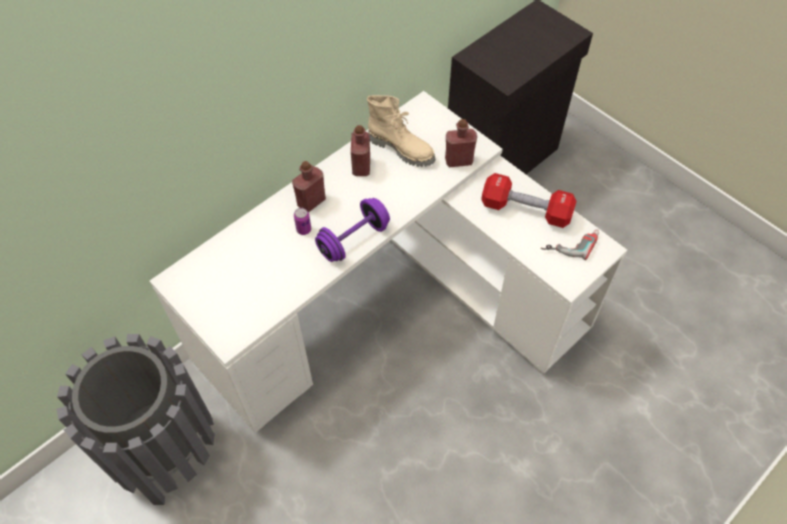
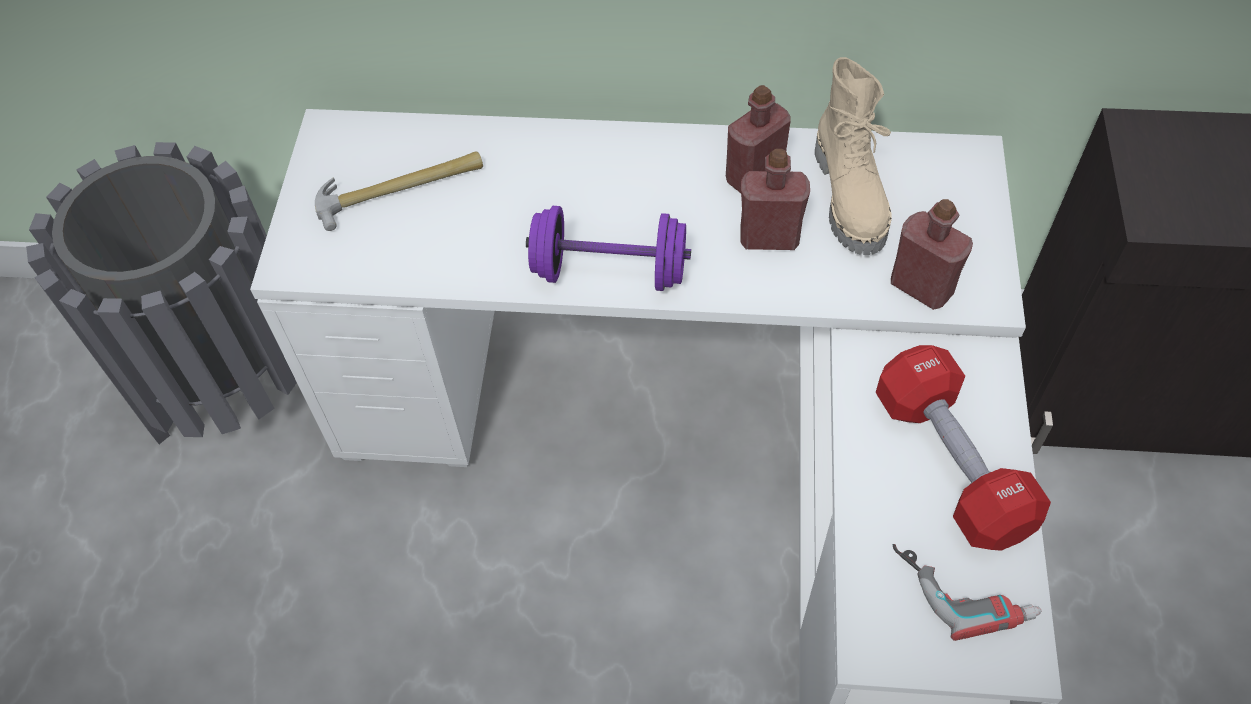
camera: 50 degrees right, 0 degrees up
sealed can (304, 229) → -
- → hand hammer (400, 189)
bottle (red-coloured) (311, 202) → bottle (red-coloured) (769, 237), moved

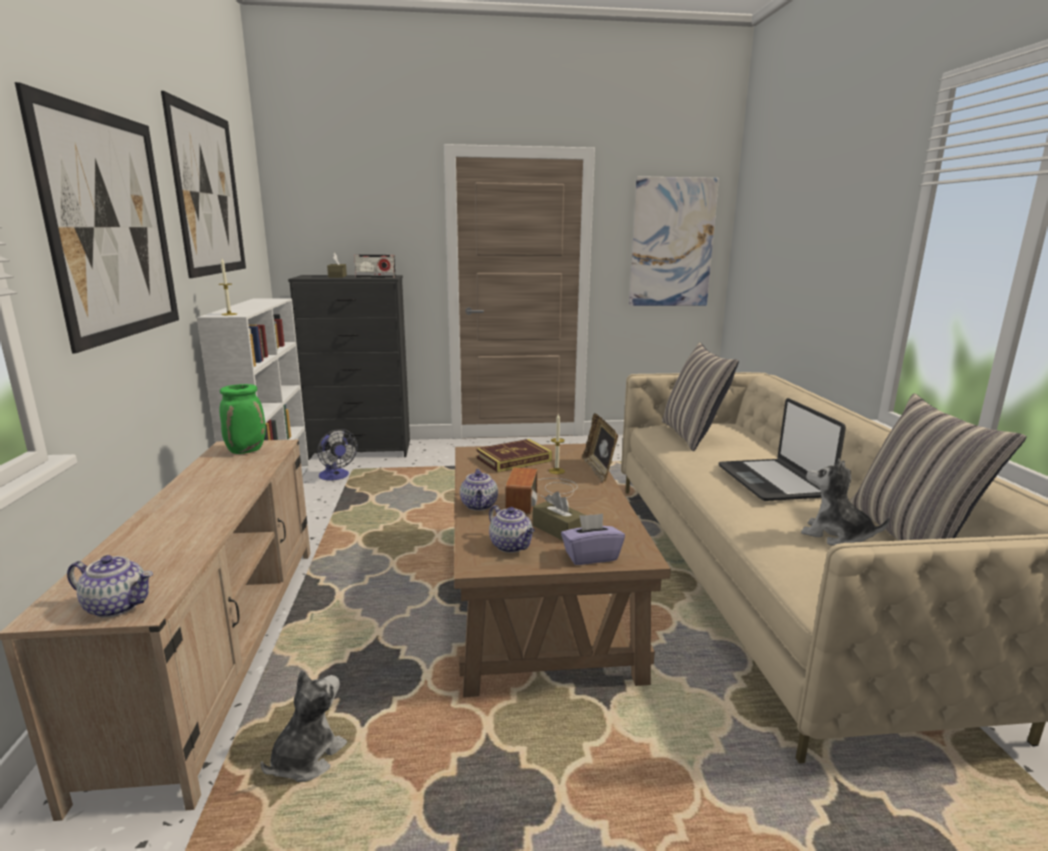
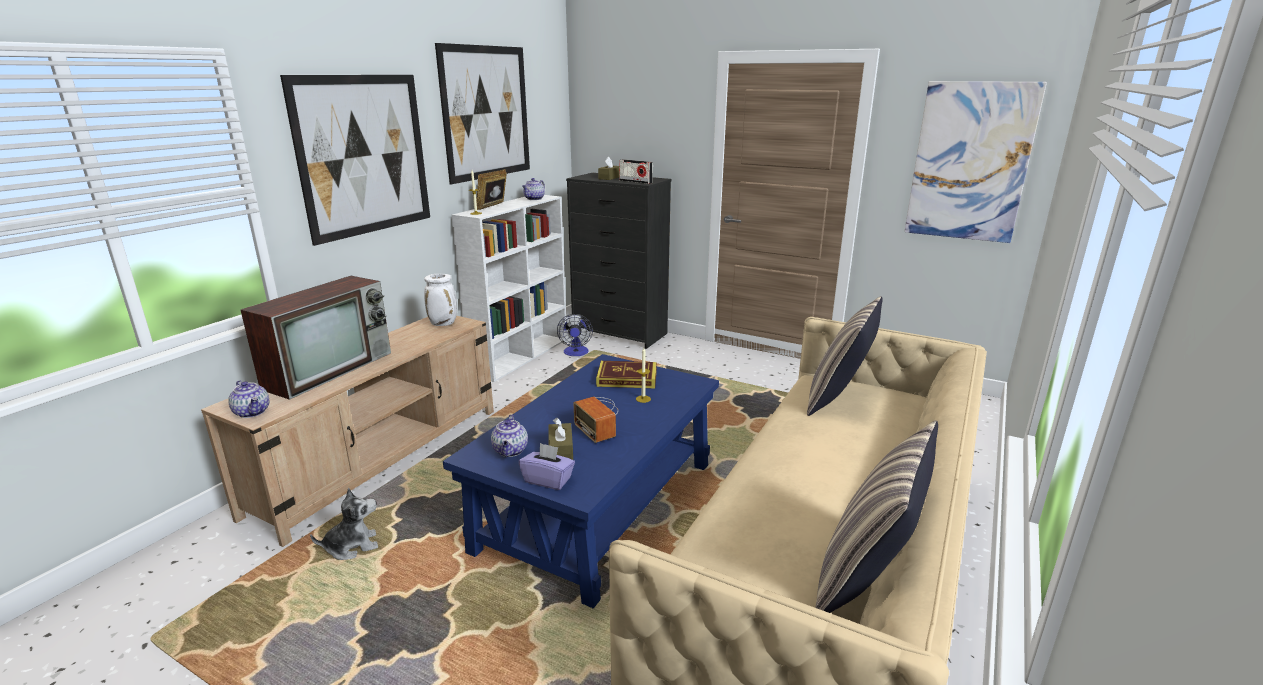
camera: 35 degrees right, 5 degrees up
notebook computer (773, 481) → -
cuddly toy (835, 536) → -
- → television (331, 369)
teapot (479, 506) → teapot (534, 199), moved
picture frame (599, 470) → picture frame (493, 207), moved
flower vase (green) (247, 450) → flower vase (whitish) (444, 324)
lounge table (brownish) (538, 599) → lounge table (blue) (599, 506)
radio receiver (543, 495) → radio receiver (597, 417), 75 degrees counterclockwise

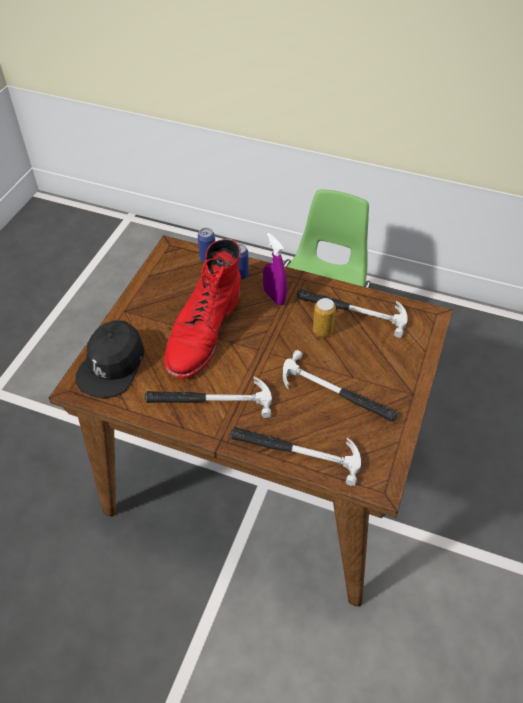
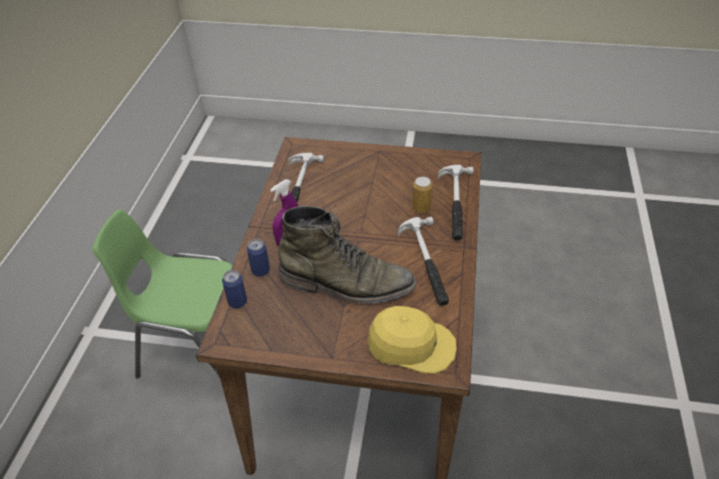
camera: 100 degrees left, 5 degrees down
hand hammer (337, 393) → -
sealed can (322, 330) → sealed can (421, 208), moved
cap (black) (112, 365) → cap (yellow-coloured) (411, 345)
high-top boot (red-coloured) (203, 331) → high-top boot (green) (346, 283)

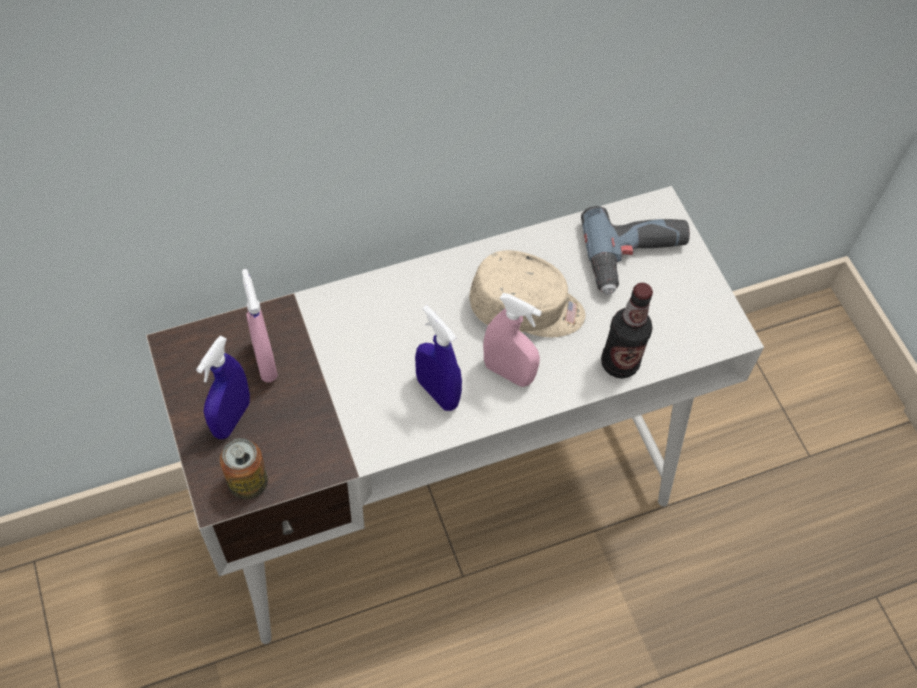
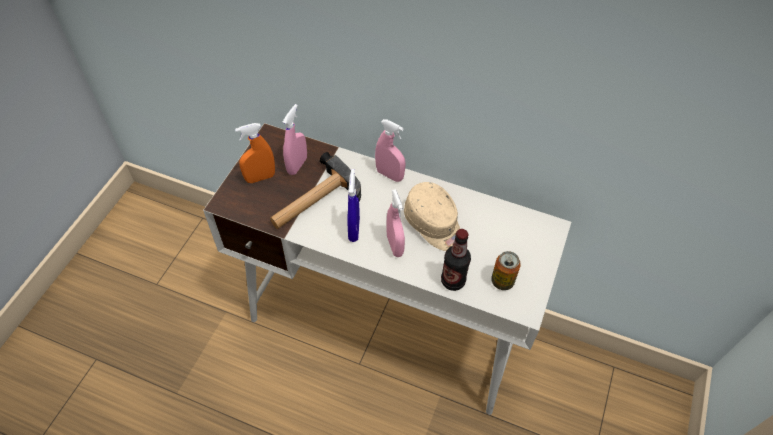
camera: 45 degrees right, 5 degrees down
drill (636, 258) → -
- → hand hammer (314, 202)
- → hand sprayer (pink-coloured) (389, 175)
sealed can (248, 483) → sealed can (502, 281), moved
hand sprayer (blue) (231, 418) → hand sprayer (orangey) (260, 177)

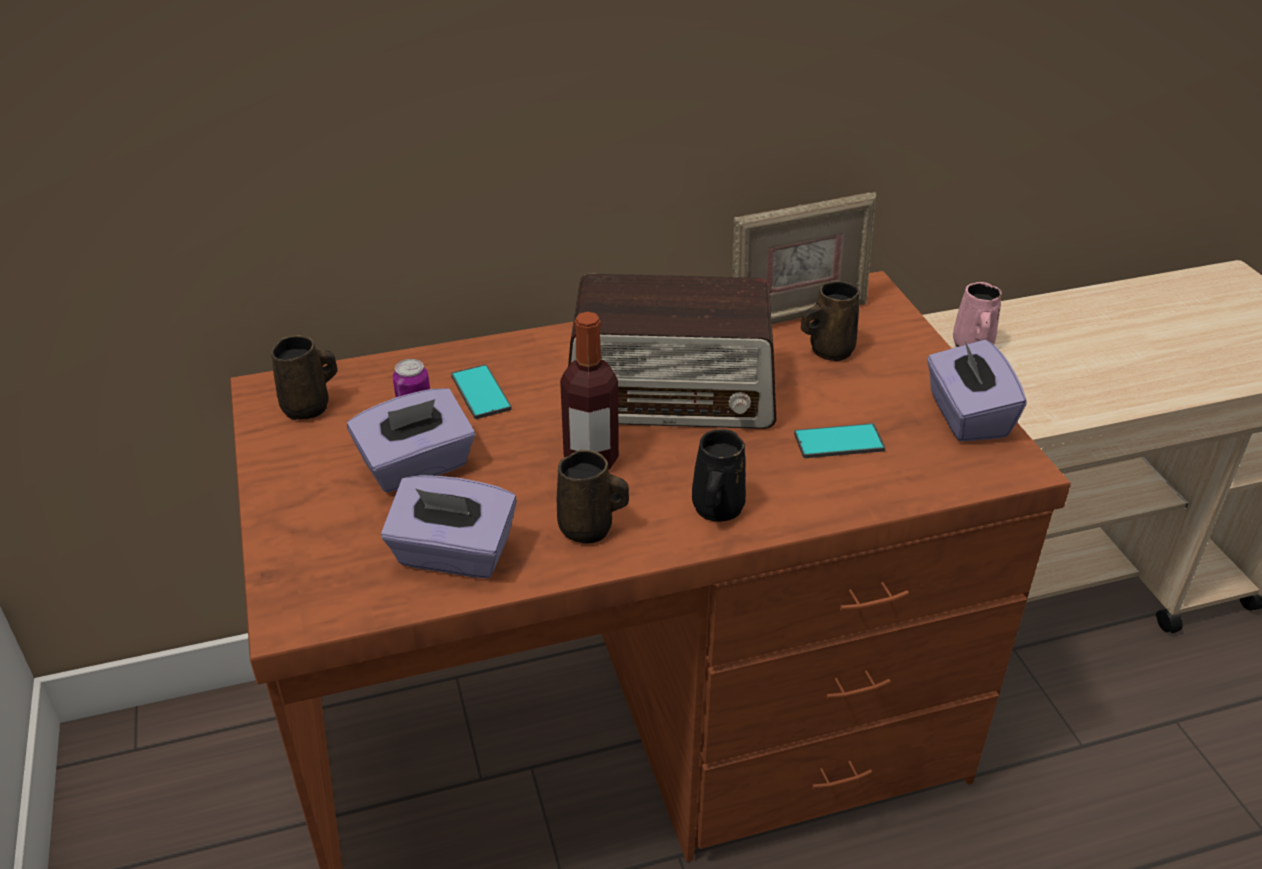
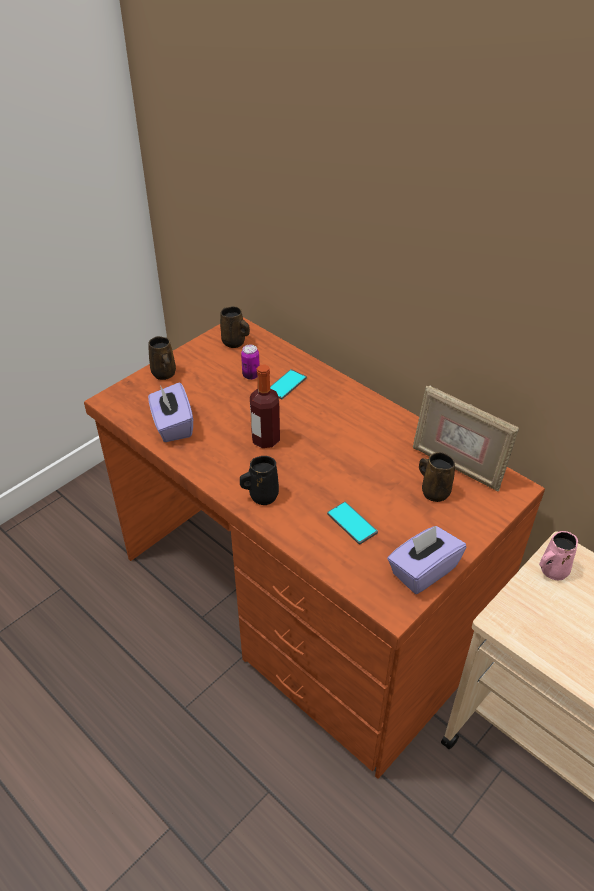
camera: 60 degrees right, 5 degrees up
tissue box (purple) (417, 466) → -
radio receiver (672, 393) → -
tea mug (brownish) (589, 529) → tea mug (brownish) (164, 374), moved

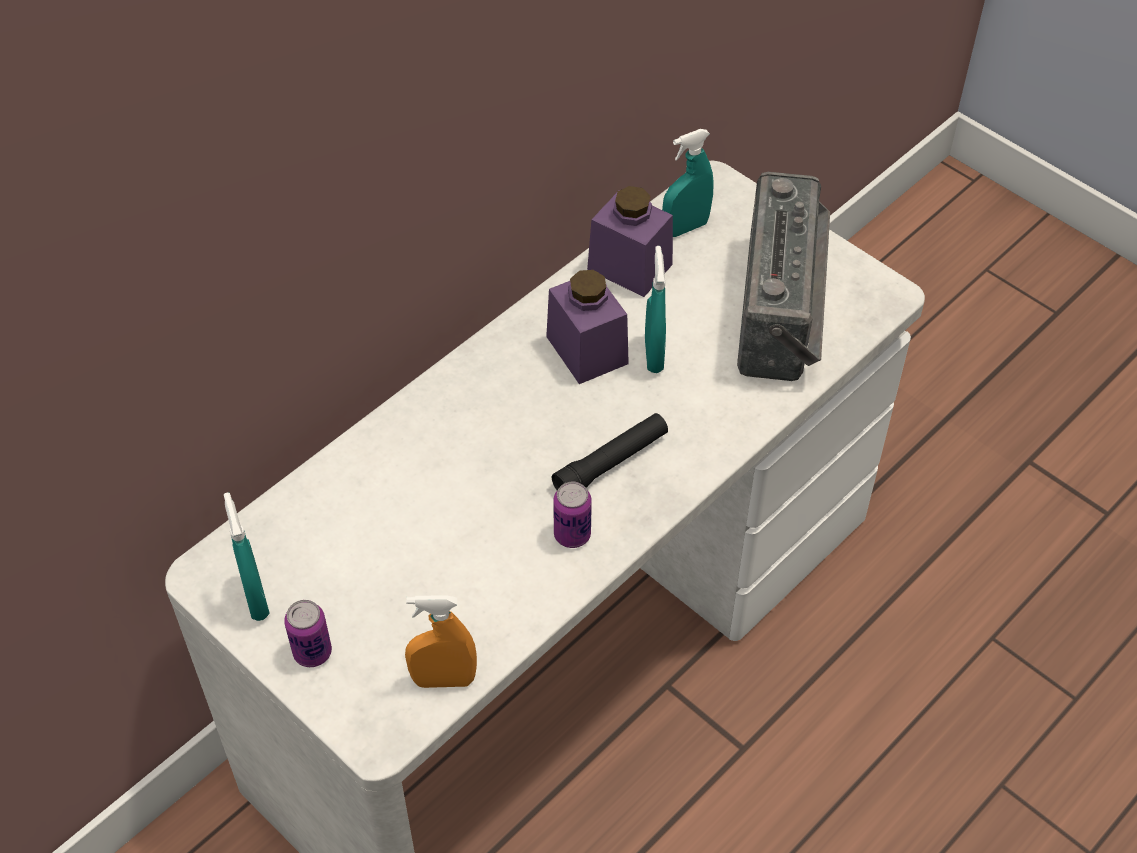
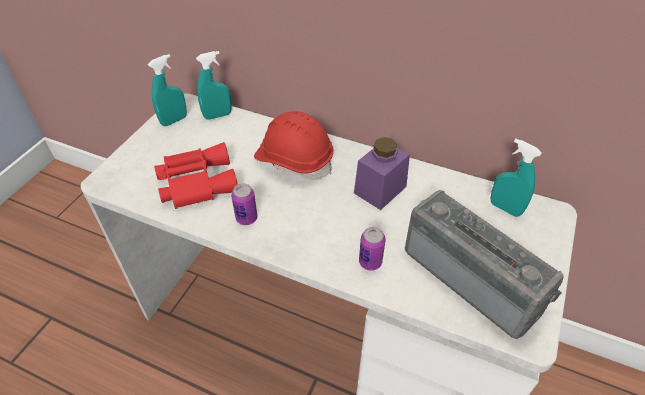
camera: 70 degrees right, 5 degrees down
hand sprayer (orangey) (443, 680) → -
torch (black) (611, 462) → -
storage jar (purple) (629, 266) → -
- → field glasses (red-coloured) (196, 181)
- → safety helmet (red-coloured) (294, 160)
sealed can (312, 652) → sealed can (370, 262), moved
hand sprayer (turquoise) (654, 355) → hand sprayer (turquoise) (217, 115), moved
radio receiver (786, 309) → radio receiver (474, 277), 120 degrees counterclockwise

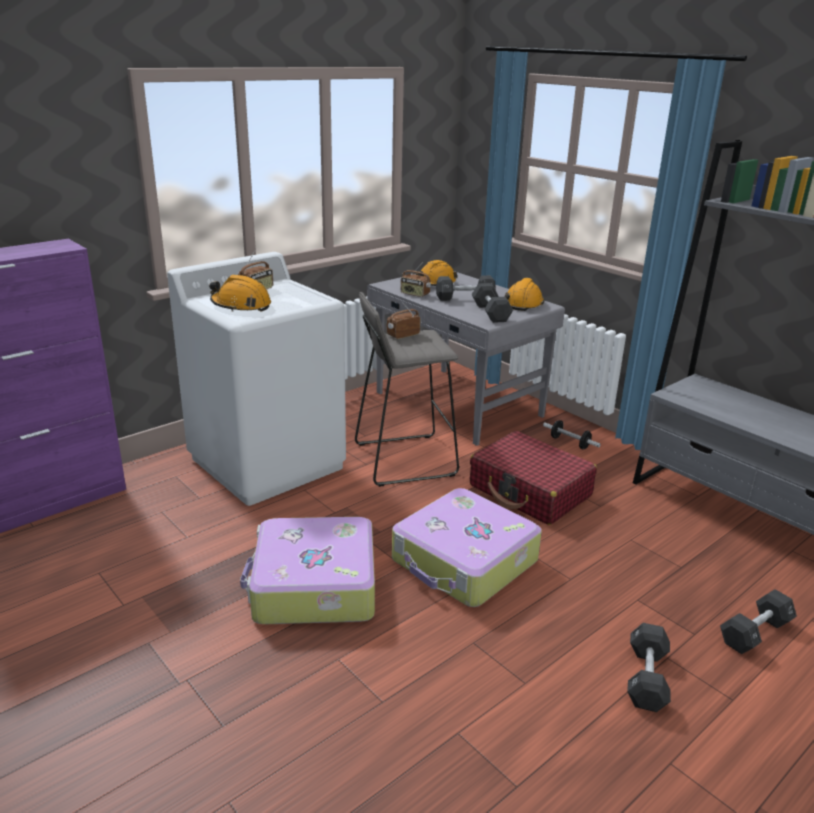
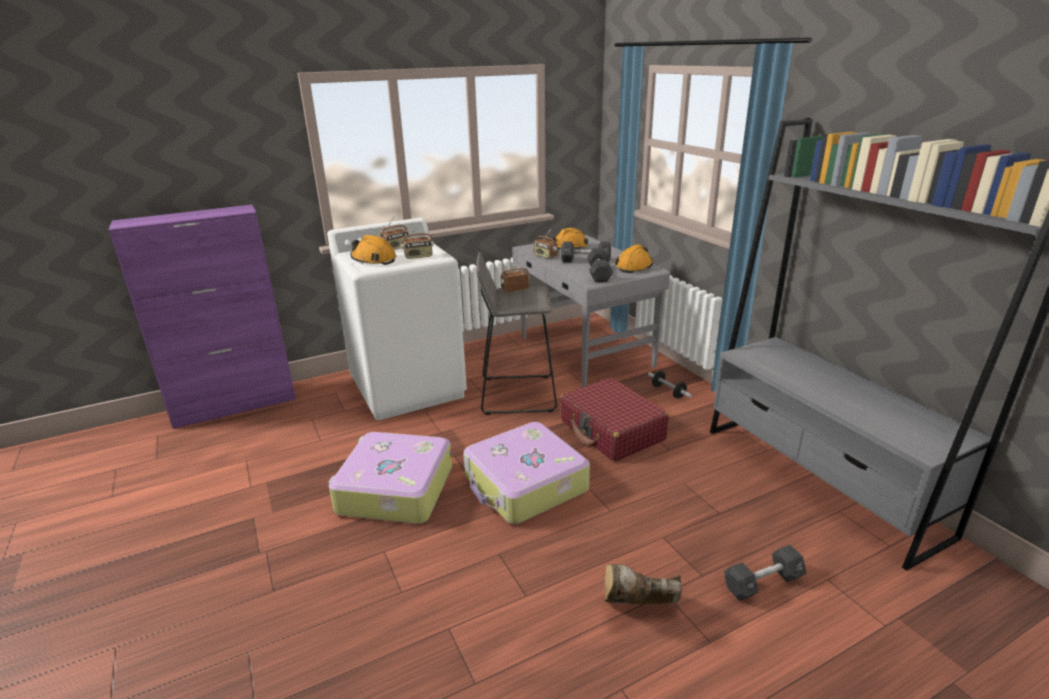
camera: 15 degrees right, 0 degrees up
- → radio receiver (418, 257)
free weight (black) (646, 678) → high-top boot (brownish) (637, 608)

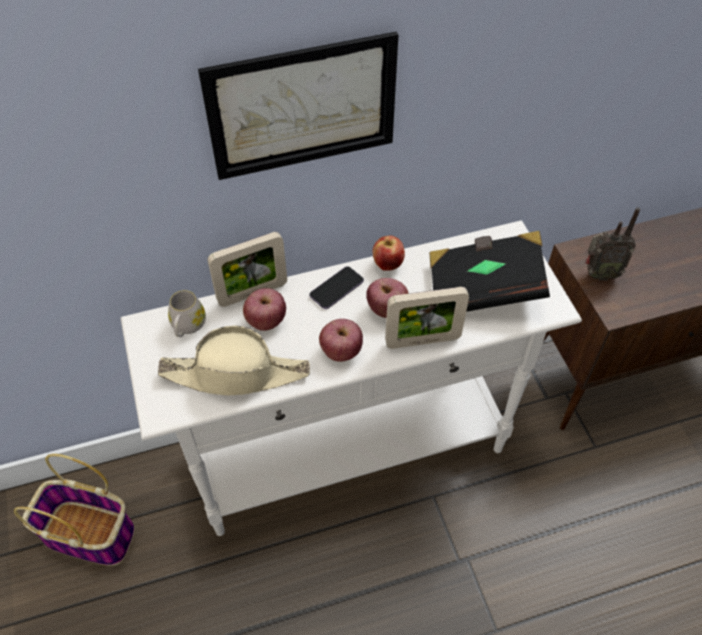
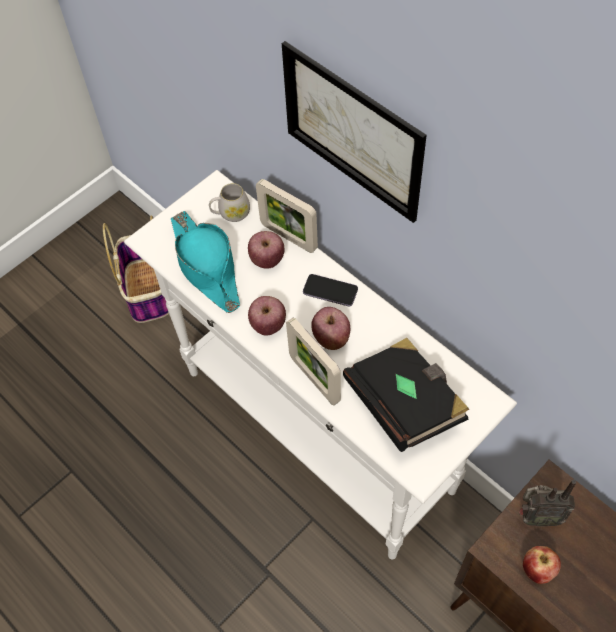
camera: 65 degrees right, 5 degrees up
apple fruit (388, 264) → apple fruit (537, 570), moved
clothing hat (sand-coloured) (236, 373) → clothing hat (turquoise) (206, 266)
radio receiver (599, 274) → radio receiver (537, 516), 60 degrees counterclockwise

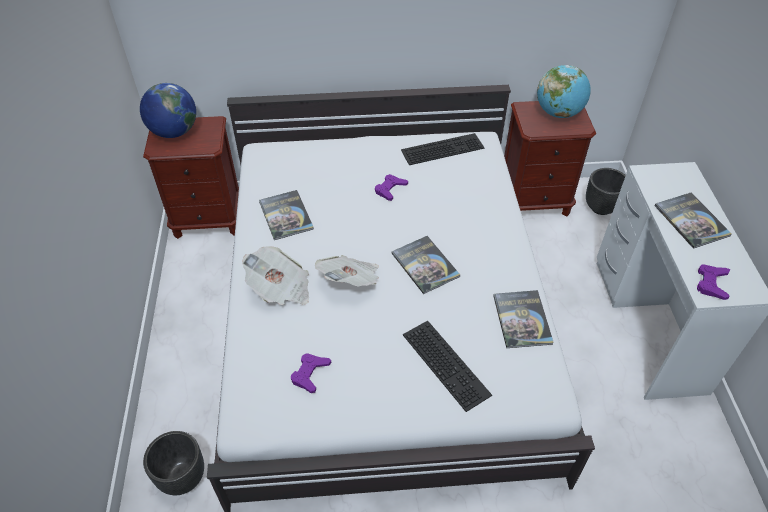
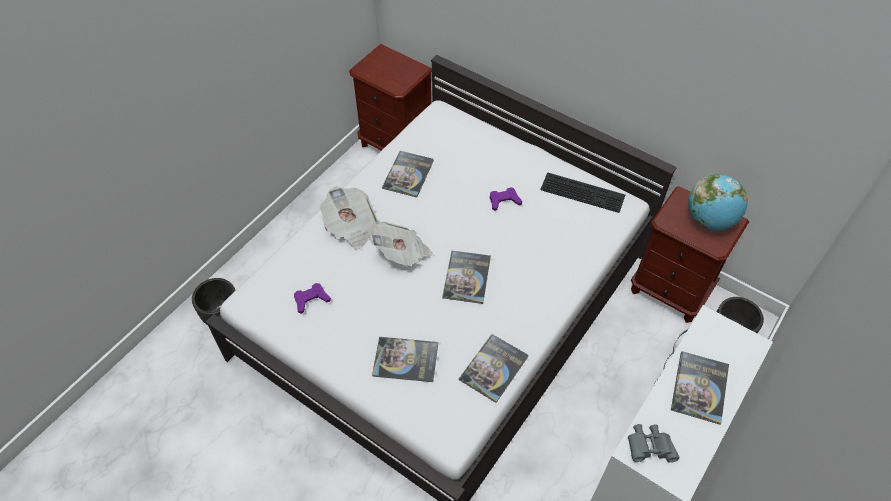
camera: 40 degrees right, 5 degrees up
globe (174, 132) → -
keyboard (448, 364) → volume (405, 360)
gamepad (purple) (711, 283) → field glasses (gray) (649, 447)

